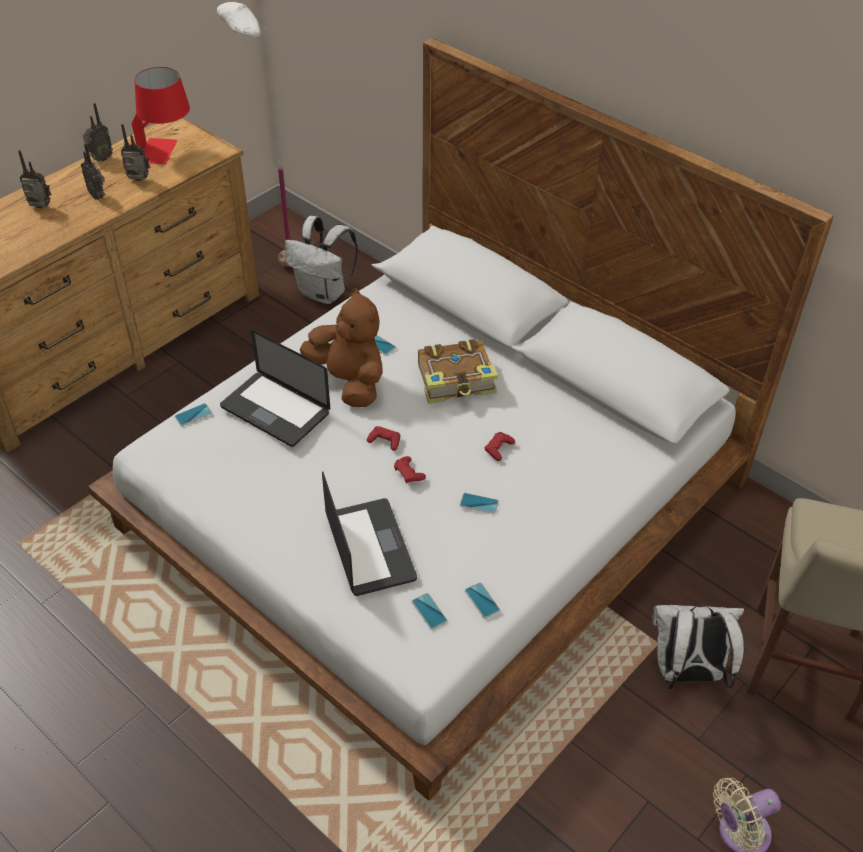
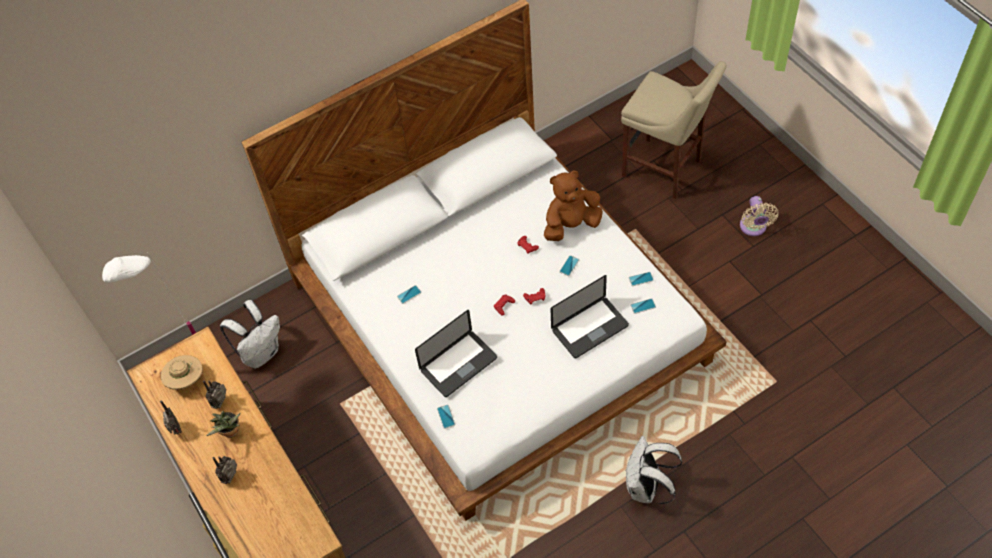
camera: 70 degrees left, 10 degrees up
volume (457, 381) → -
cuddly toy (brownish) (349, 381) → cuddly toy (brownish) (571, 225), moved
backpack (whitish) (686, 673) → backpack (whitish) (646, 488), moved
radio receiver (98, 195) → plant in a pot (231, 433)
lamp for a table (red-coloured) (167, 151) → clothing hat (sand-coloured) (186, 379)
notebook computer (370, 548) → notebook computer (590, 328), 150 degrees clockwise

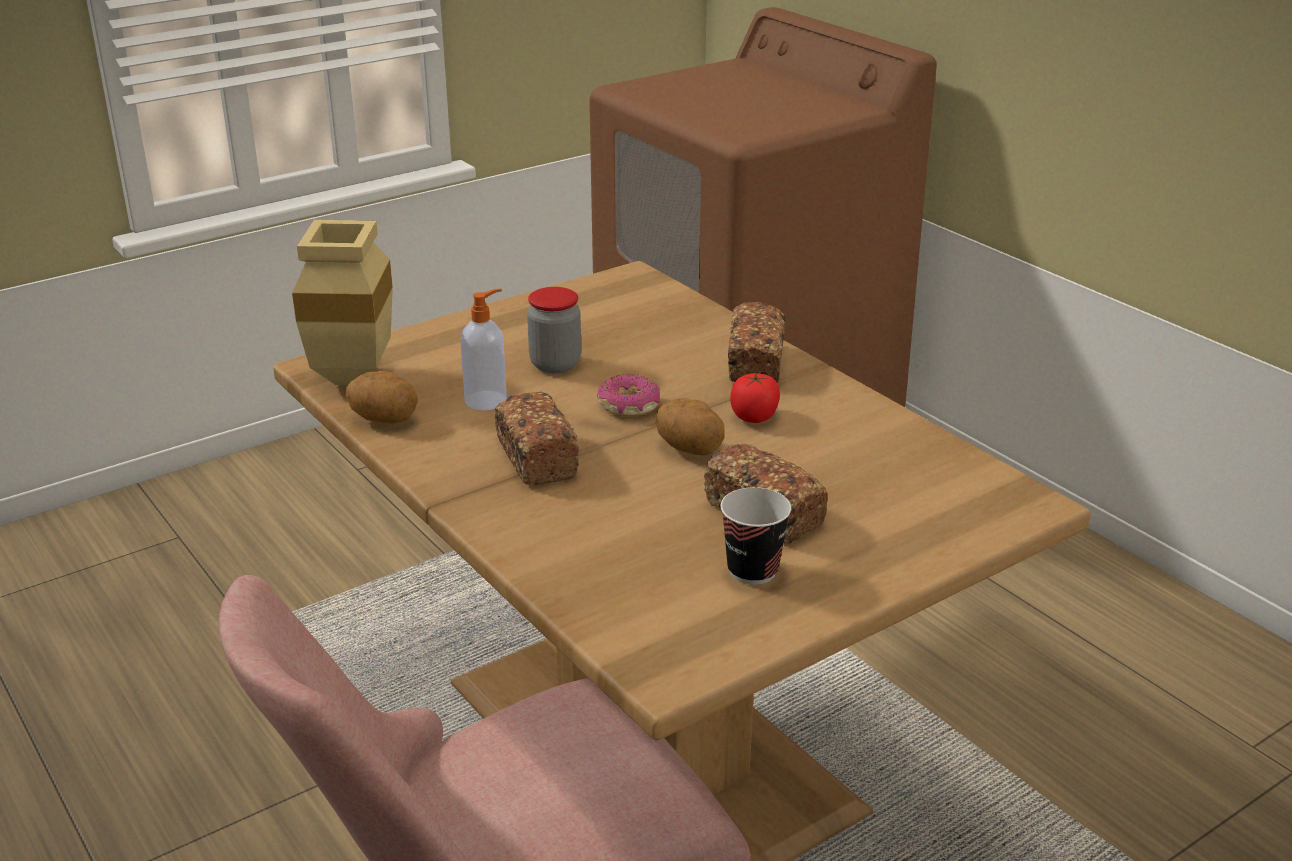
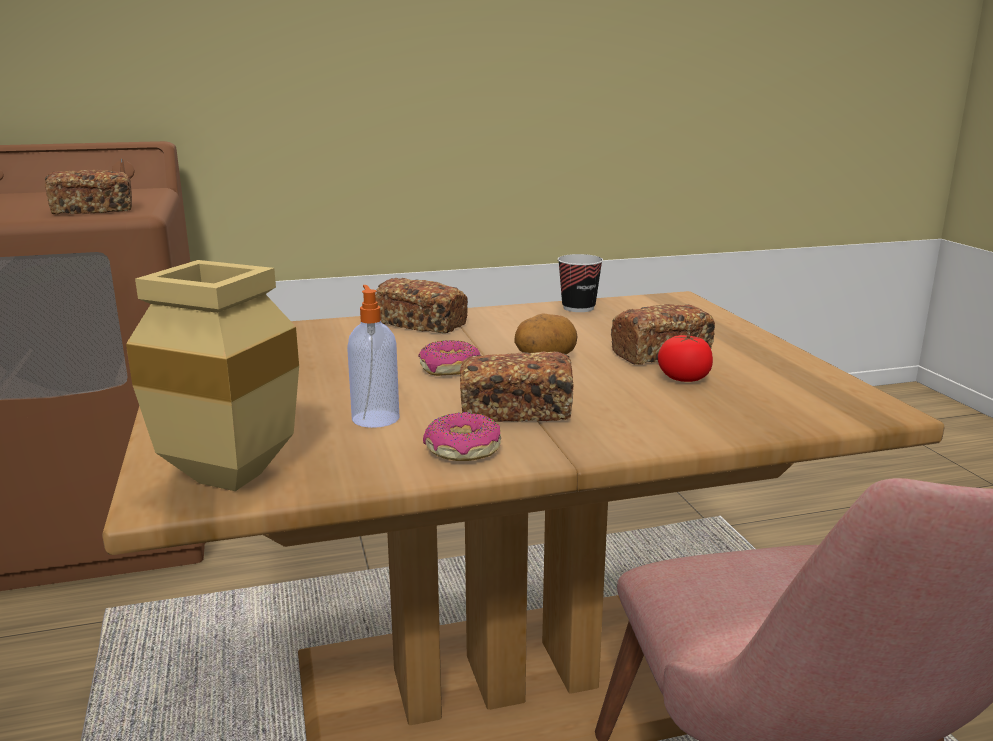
camera: 70 degrees left, 10 degrees down
potato (384, 419) → -
storage jar (555, 364) → -
- → bakery bread (93, 210)
- → ring doughnut (463, 450)
cup (752, 570) → cup (578, 308), moved
whole tomato (754, 416) → whole tomato (684, 378), moved

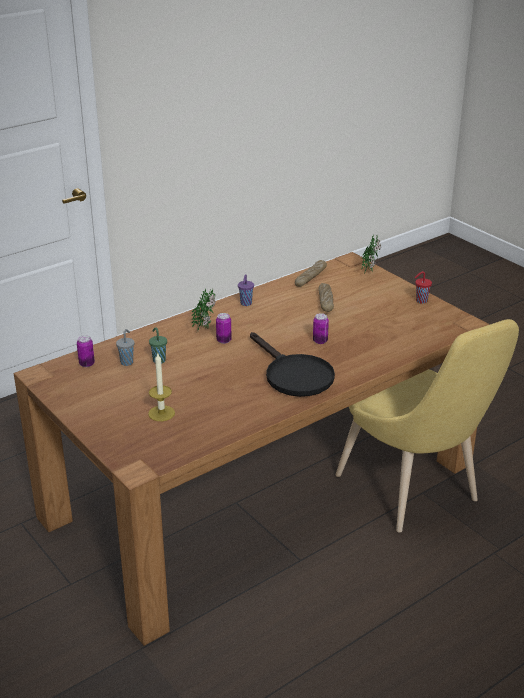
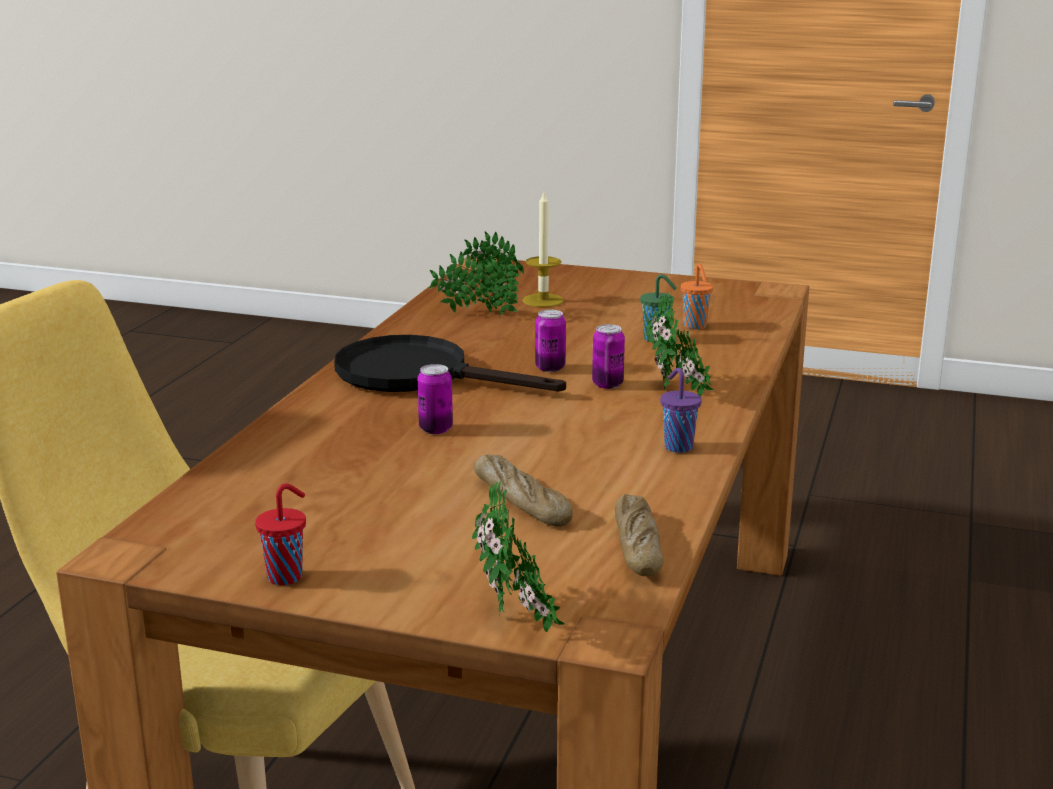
camera: 145 degrees right, 10 degrees down
- → plant in a pot (478, 314)
sealed can (87, 364) → sealed can (550, 368), moved
cup (gray) (127, 362) → cup (orangey) (695, 327)

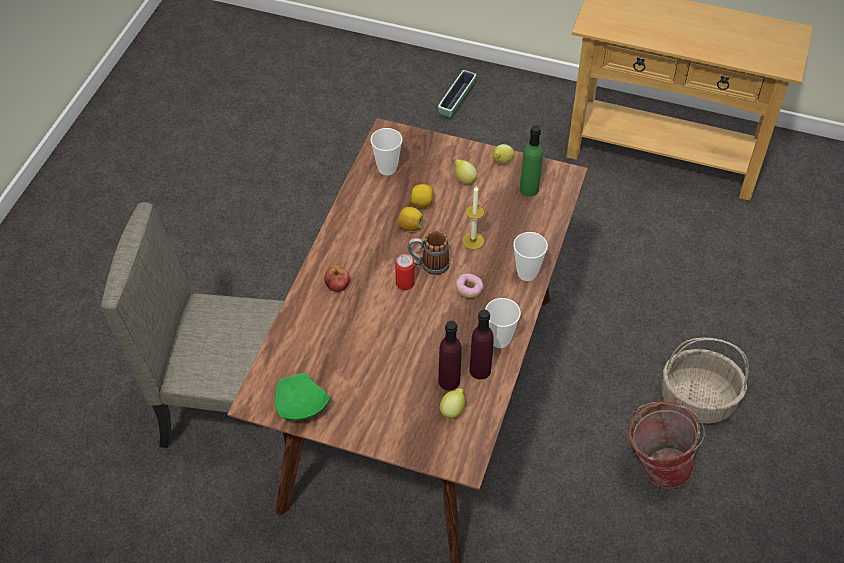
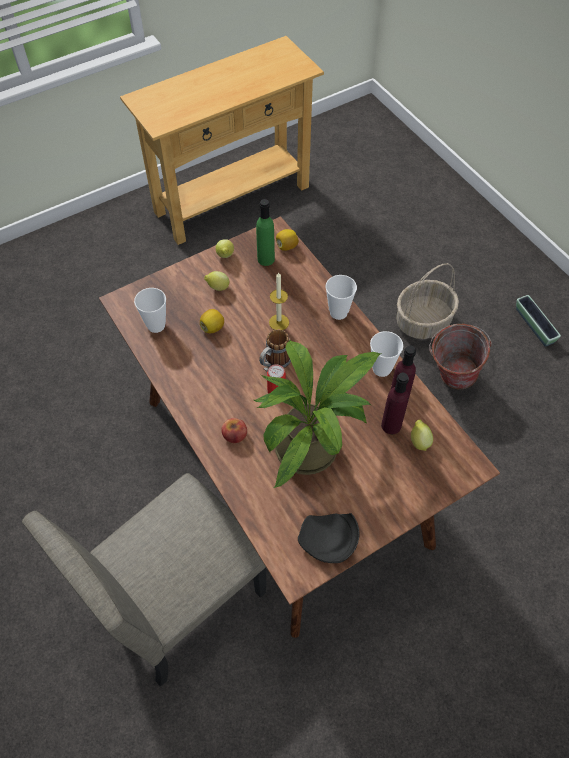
camera: 50 degrees left, 5 degrees up
ring doughnut (469, 289) → -
- → plant in a pot (314, 446)
citrus fruit (410, 226) → citrus fruit (286, 246), moved
flower pot (457, 101) → flower pot (534, 326), moved
dinner plate (green) (300, 406) → dinner plate (black) (328, 542)

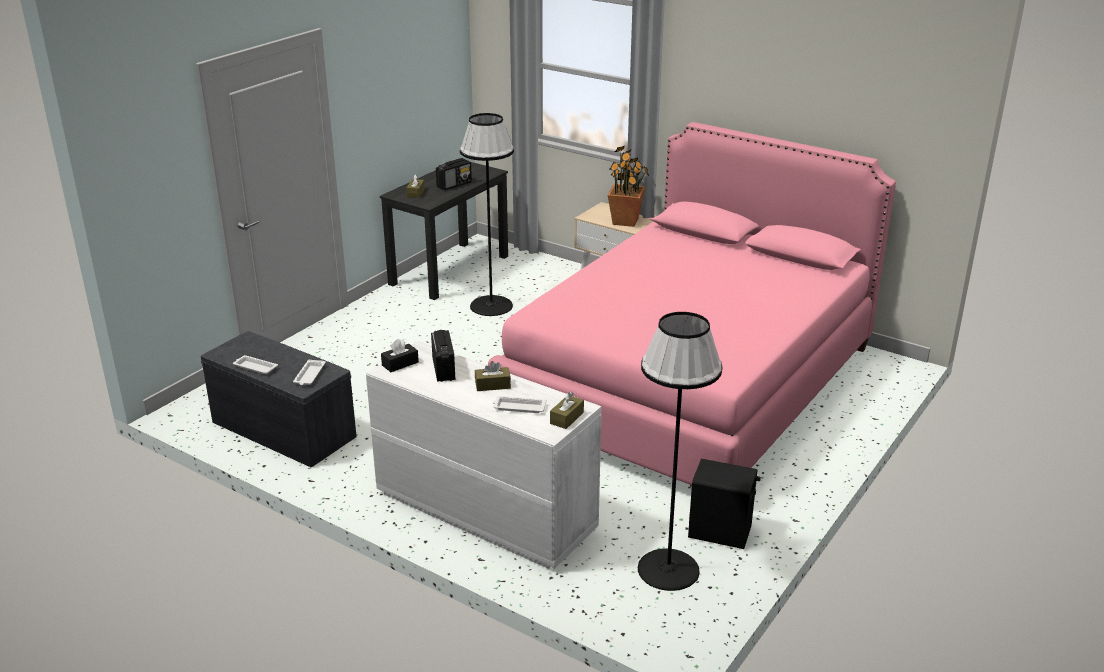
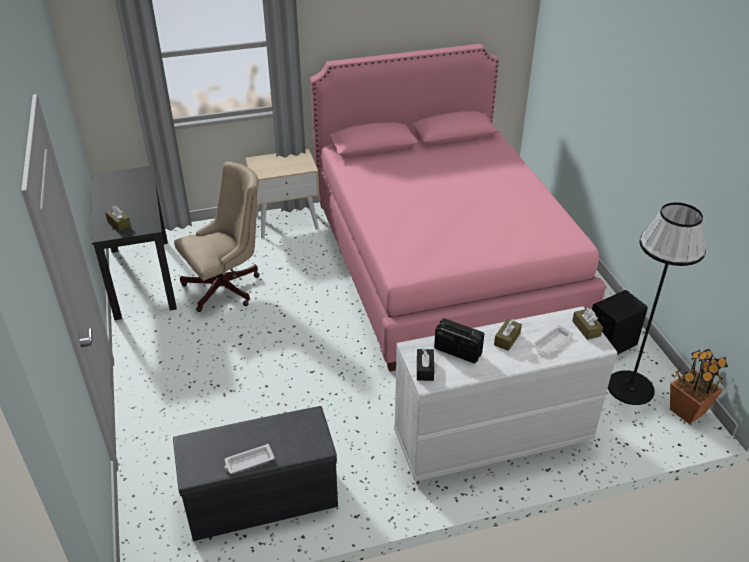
camera: 50 degrees left, 10 degrees up
tray (whitish) (309, 375) → -
radio receiver (454, 185) → -
plant in a pot (626, 221) → plant in a pot (687, 411), moved
standing lamp (black) (491, 306) → computer chair (sand-coloured) (227, 287)

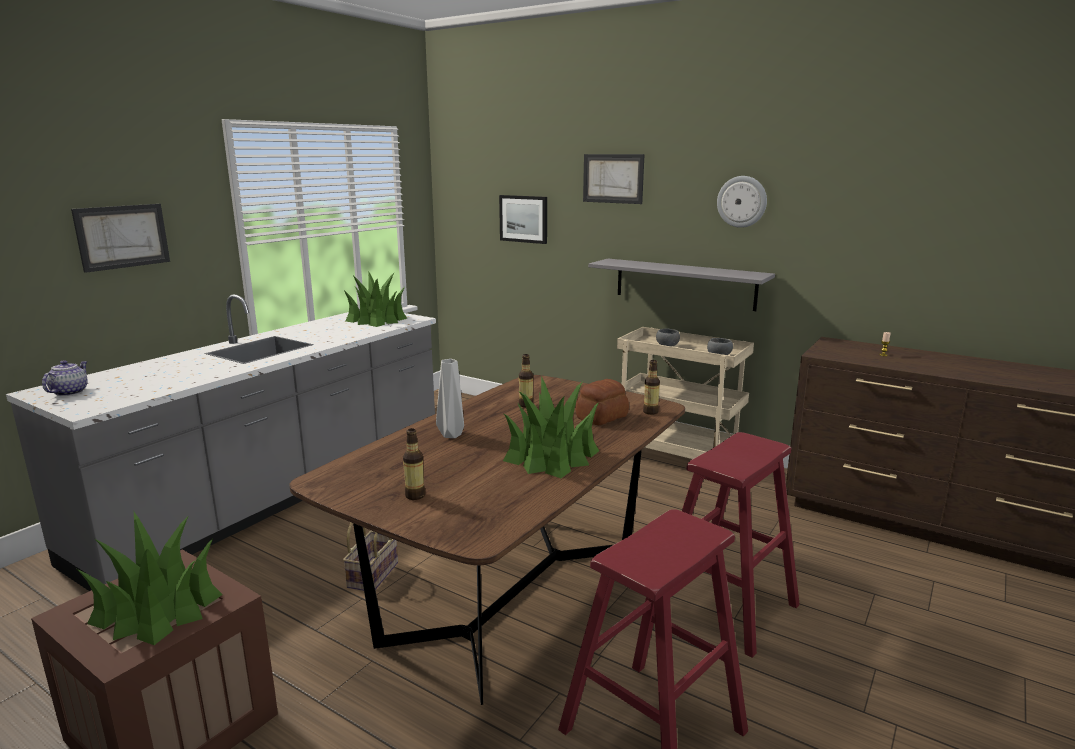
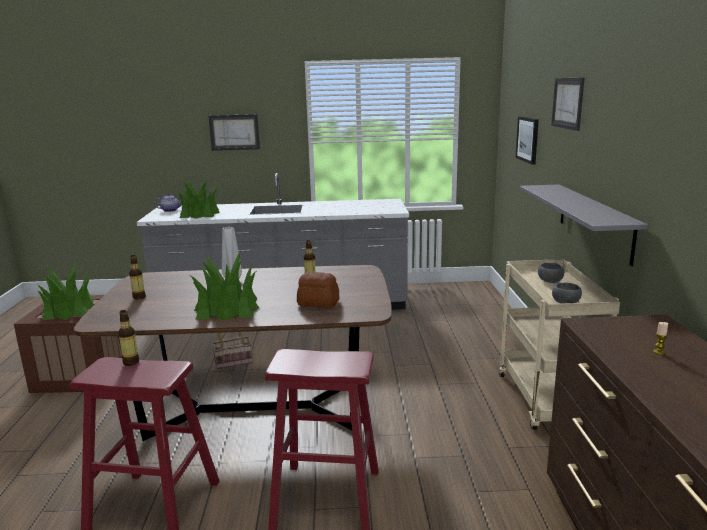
camera: 55 degrees right, 0 degrees up
hanging clock (742, 201) → -
plant in a pot (376, 319) → plant in a pot (200, 213), moved
bottle (650, 412) → bottle (131, 362), moved

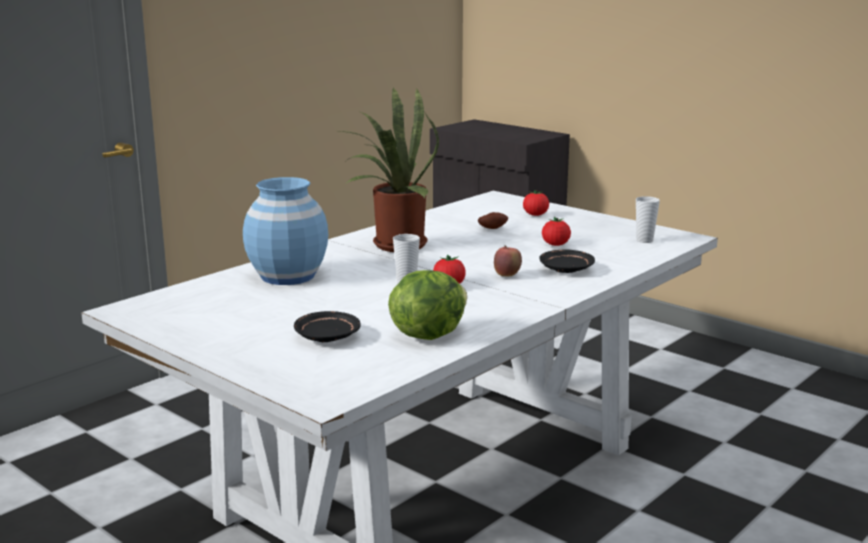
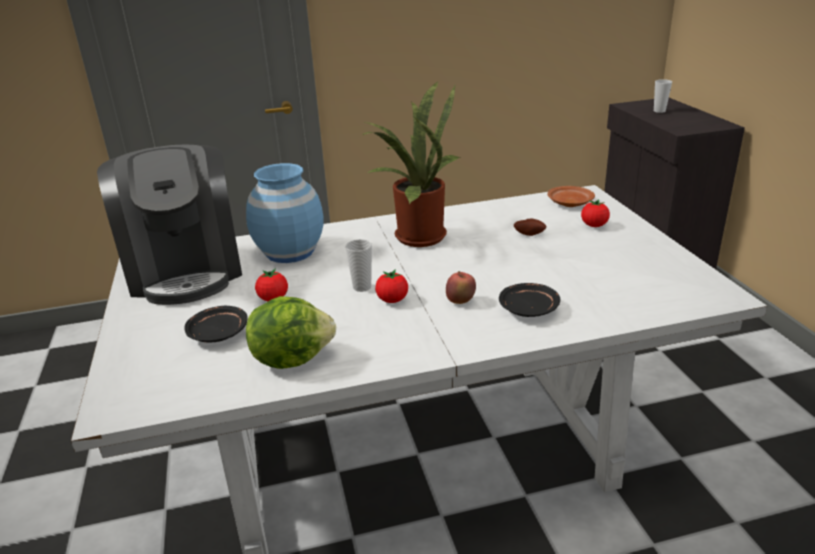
camera: 35 degrees right, 10 degrees up
- → coffee machine (186, 271)
- → dinner plate (brownish) (569, 203)
whole tomato (555, 245) → whole tomato (273, 299), moved
cup (644, 240) → cup (659, 111), moved

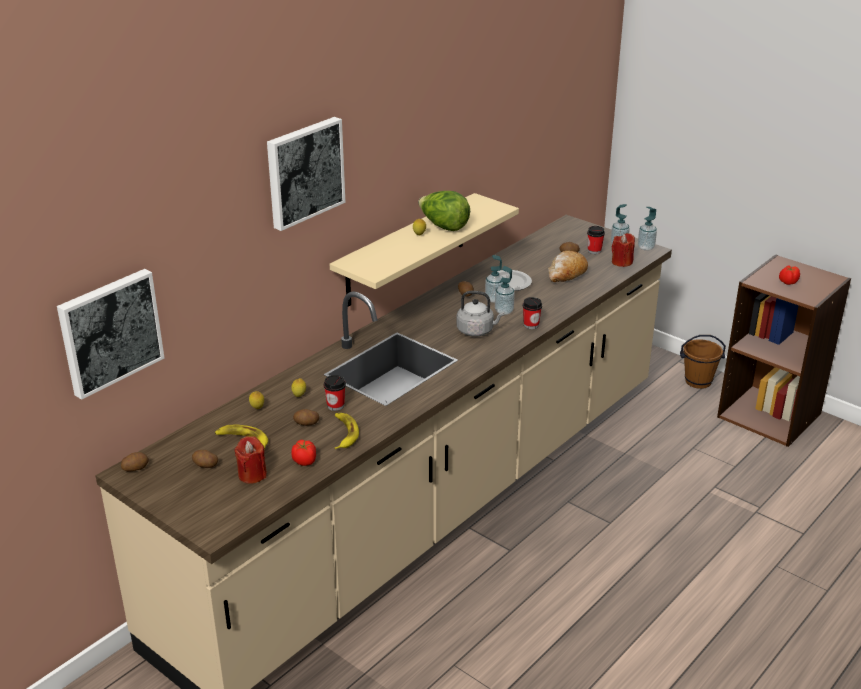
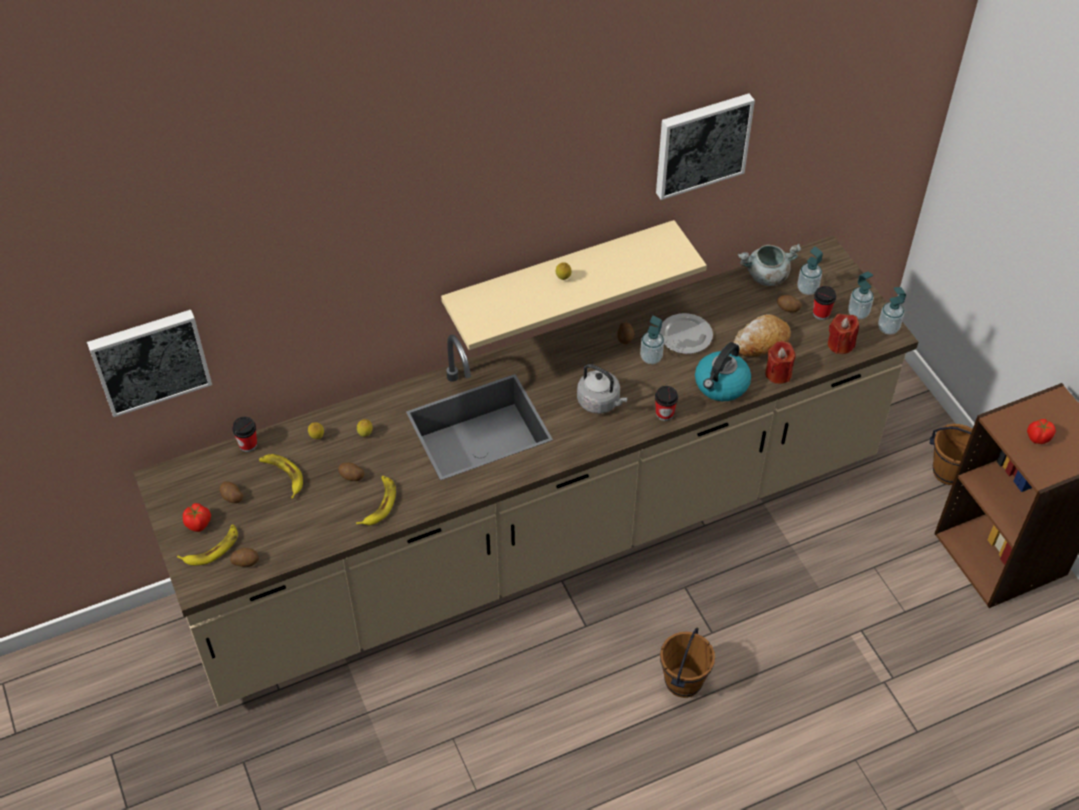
camera: 25 degrees right, 20 degrees up
lettuce (443, 226) → -
- → whole banana (212, 548)
- → water bucket (brownish) (684, 682)
- → water kettle (721, 385)
- → saucepot (gray) (766, 276)
potato (135, 468) → potato (246, 561), moved
candle (red-coloured) (252, 474) → candle (red-coloured) (778, 373), moved
picture (304, 172) → picture (701, 143), moved
whole tomato (305, 461) → whole tomato (199, 523), moved
cup (335, 406) → cup (248, 445), moved
soap dispenser (504, 311) → soap dispenser (807, 289), moved

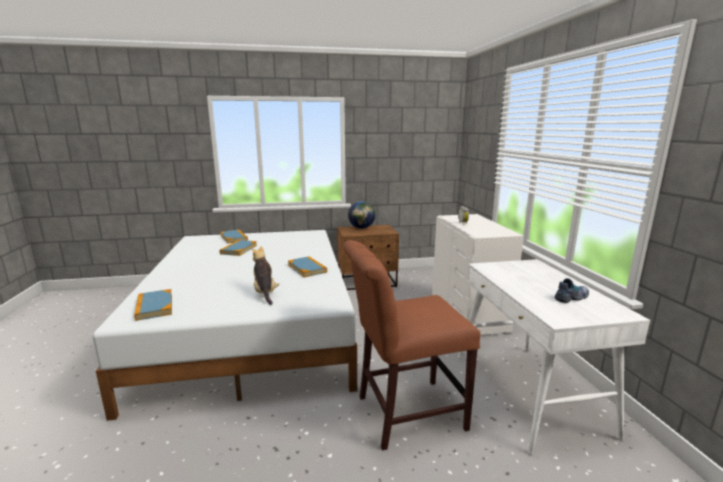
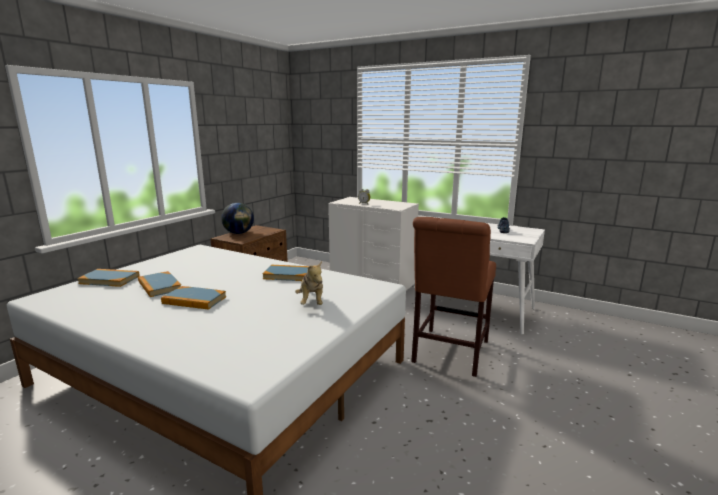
camera: 50 degrees left, 0 degrees up
volume (154, 306) → volume (194, 300), moved
cuddly toy (265, 292) → cuddly toy (311, 302), 120 degrees counterclockwise

